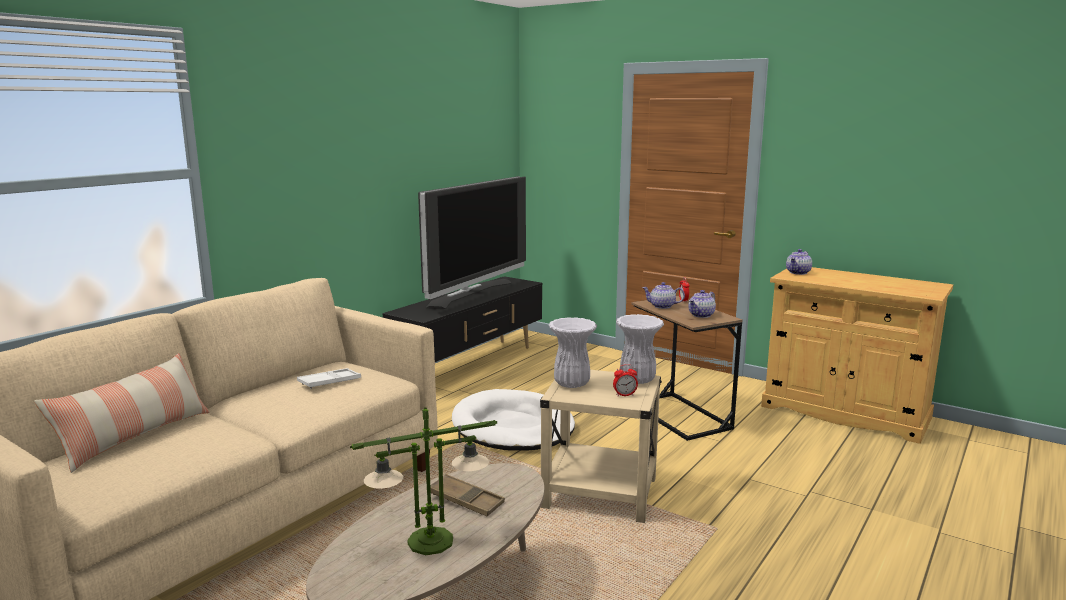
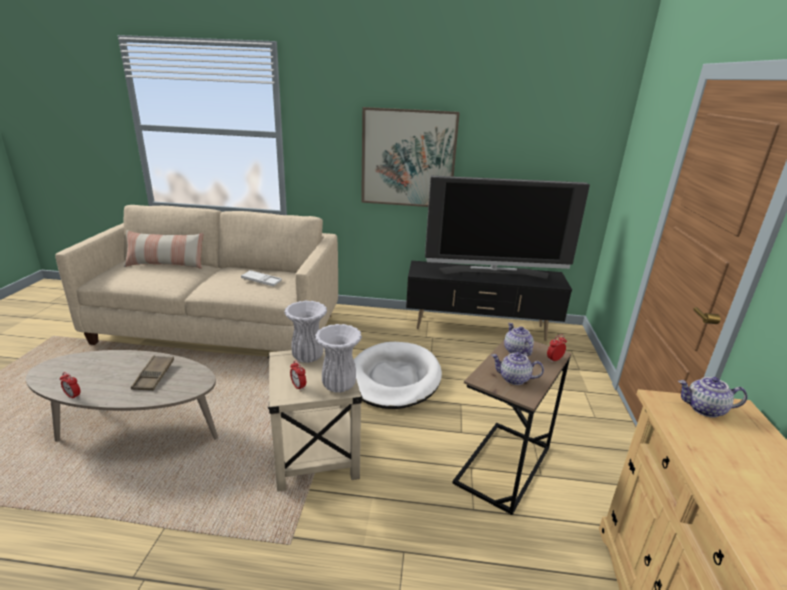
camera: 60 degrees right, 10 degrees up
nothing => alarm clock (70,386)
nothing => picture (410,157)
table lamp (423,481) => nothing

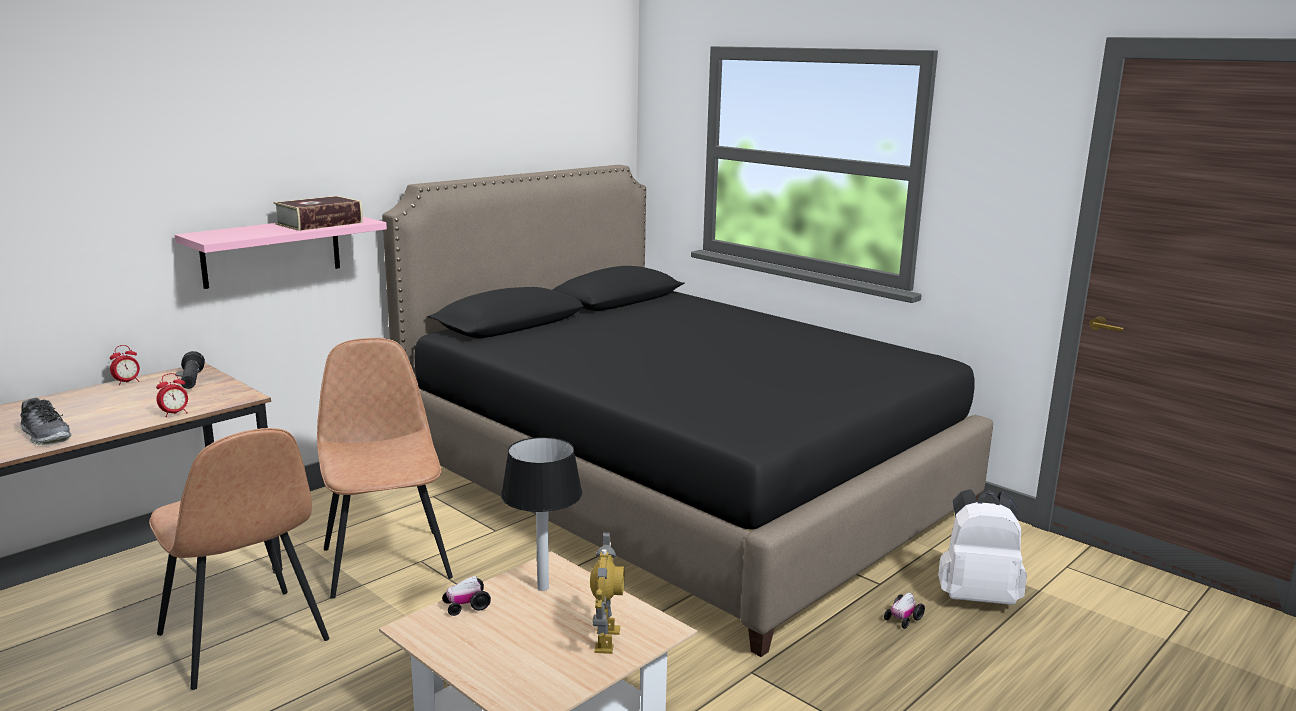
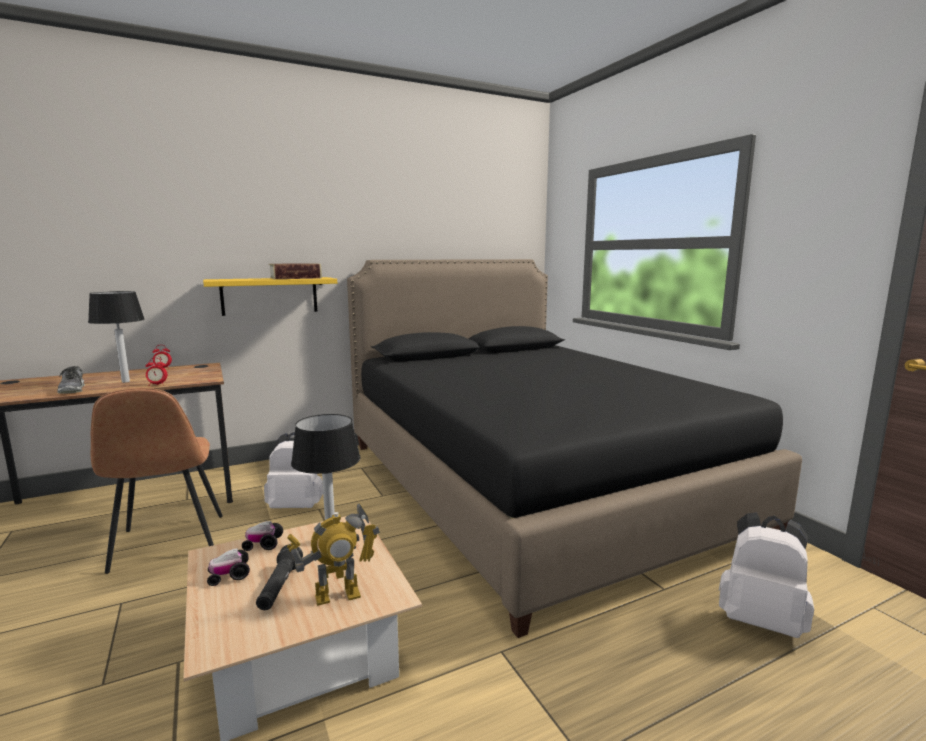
camera: 20 degrees right, 5 degrees down
nothing => table lamp (116,337)
pink shelf (281,253) => yellow shelf (270,296)
toy car (904,611) => toy car (228,567), move
black flashlight (193,370) => black flashlight (279,577), move
brown chair (385,468) => white backpack (293,470)
toy robot (607,593) => toy robot (333,554), 45 degrees clockwise

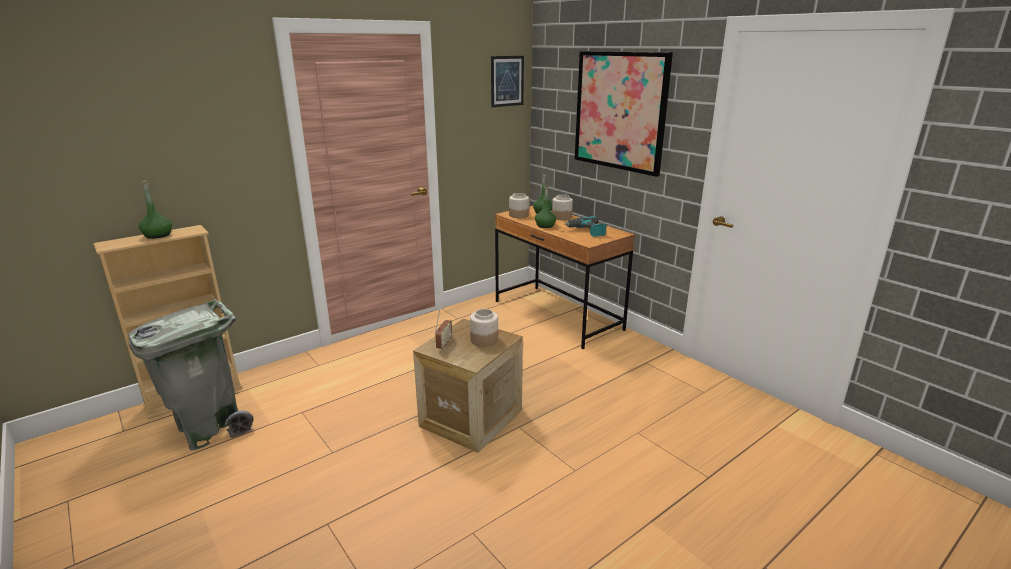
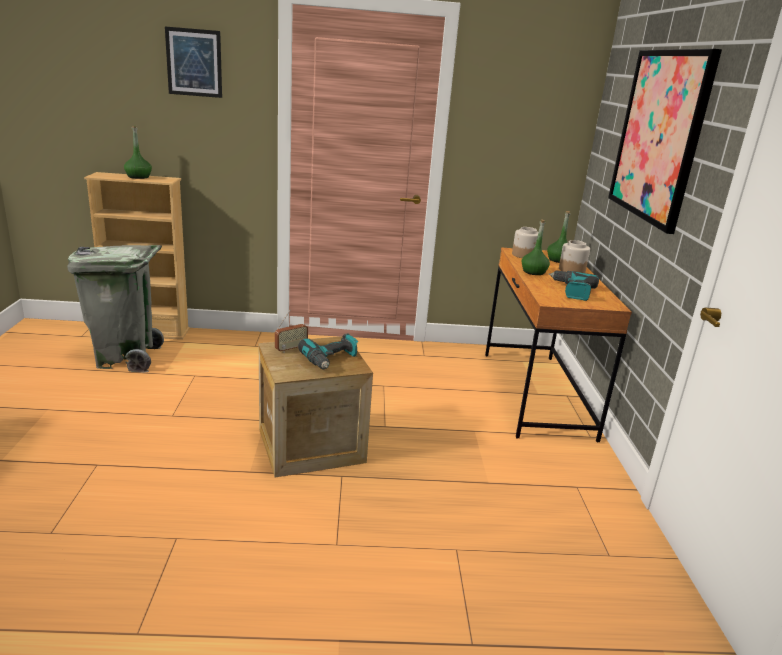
camera: 35 degrees right, 0 degrees up
picture (507,81) => picture (193,62), move
jar (484,327) => power drill (328,351)

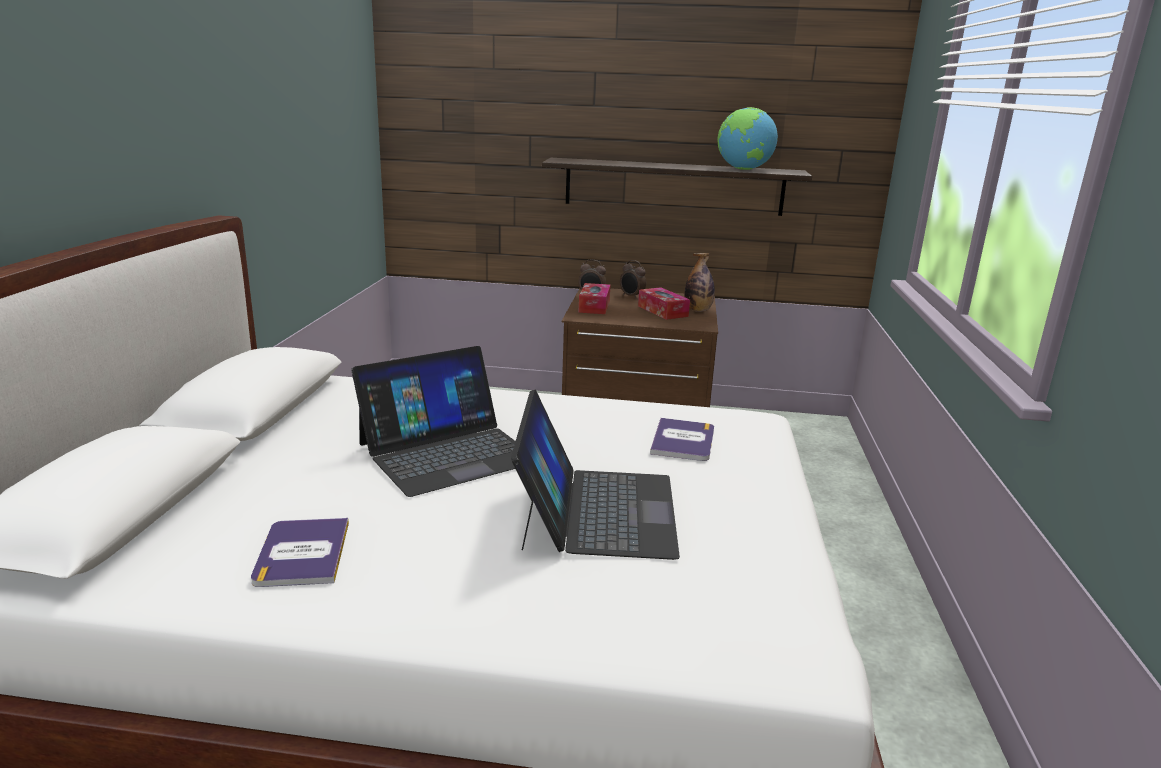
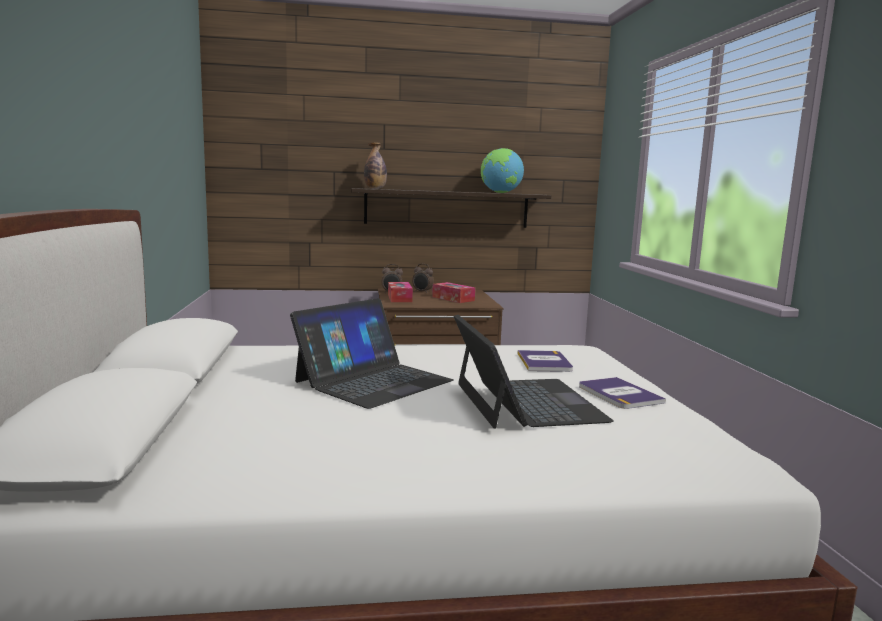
camera: 15 degrees left, 10 degrees down
bottle (700,282) => bottle (375,166), move
book (300,552) => book (622,393), move

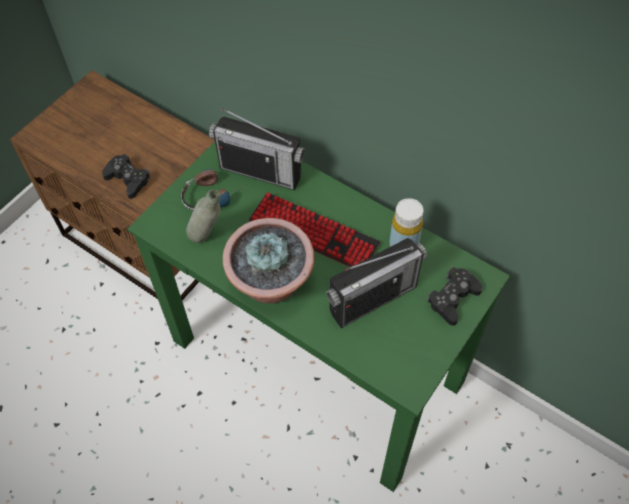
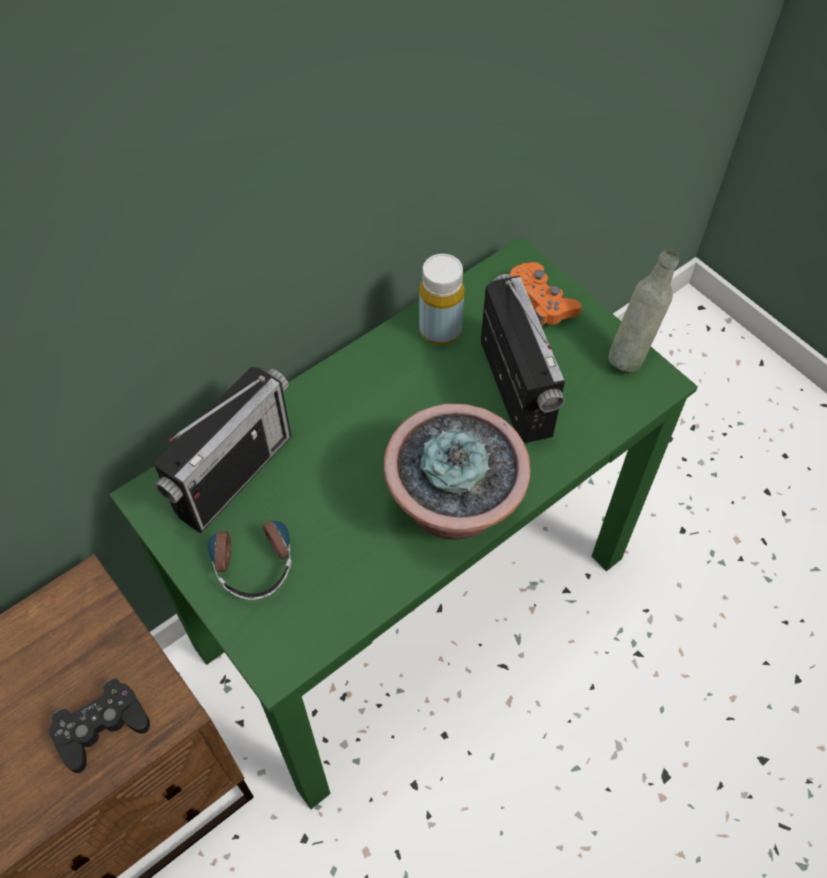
camera: 75 degrees left, 0 degrees up
black game controller (454,296) => orange game controller (545,294)
grey bottle (203,216) => grey bottle (643,310), move
keyboard (314,229) => nothing

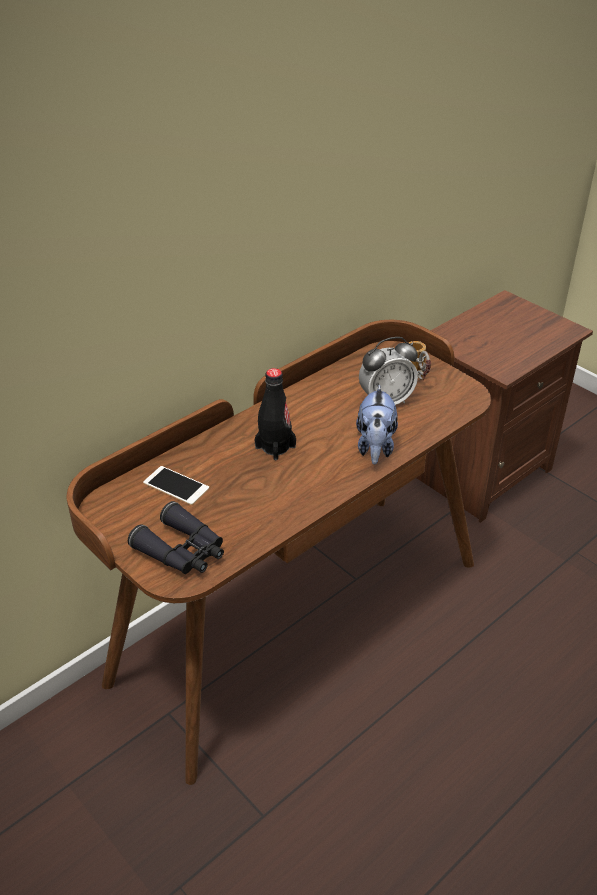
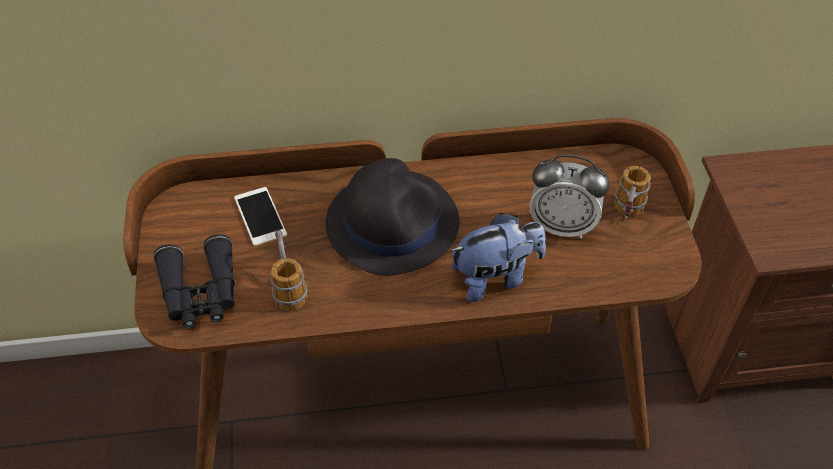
camera: 35 degrees right, 10 degrees up
nothing => mug (288,270)
black bottle (275,414) => black hat (392,217)
plush toy (377,425) => plush toy (498,257), 150 degrees counterclockwise

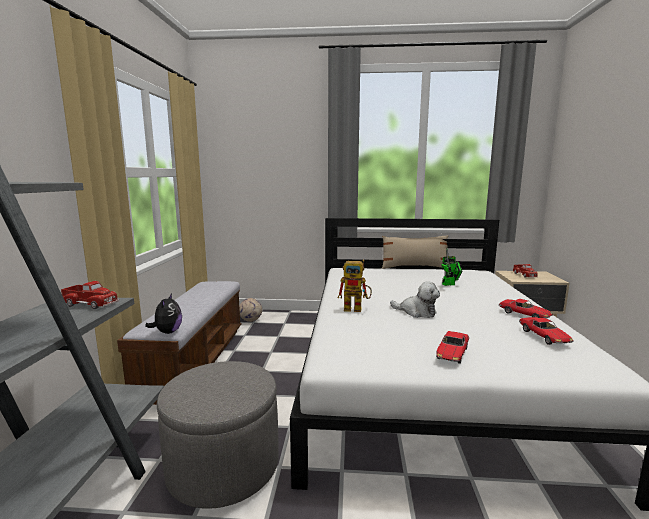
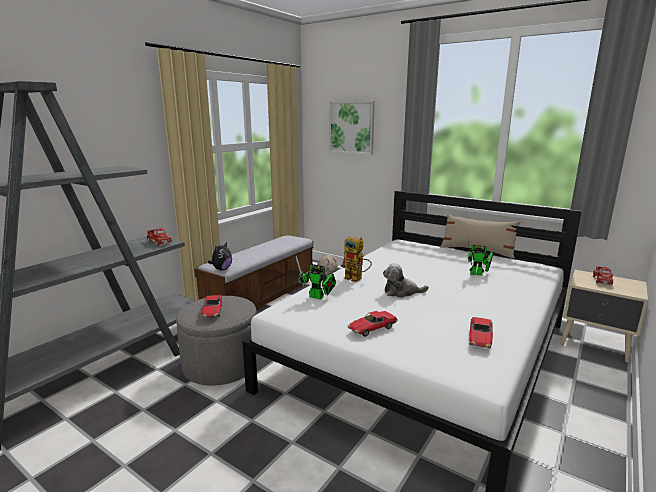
camera: 30 degrees right, 5 degrees up
toy car (526,308) => toy car (212,306), move
nothing => toy robot (316,278)
nothing => picture (352,128)
plush toy (415,299) => plush toy (406,280), 120 degrees clockwise

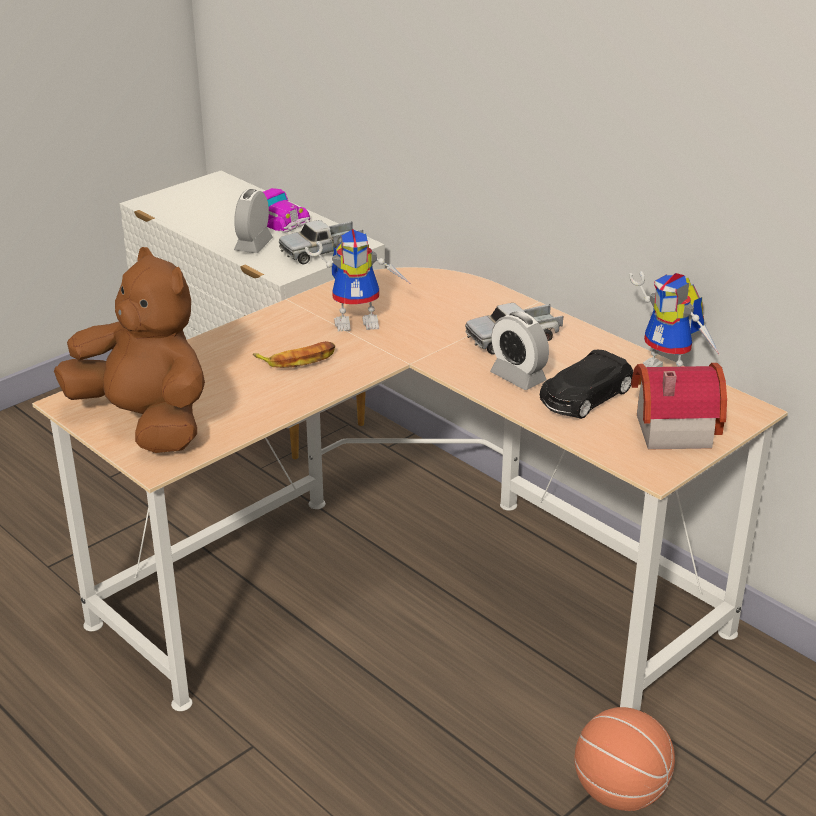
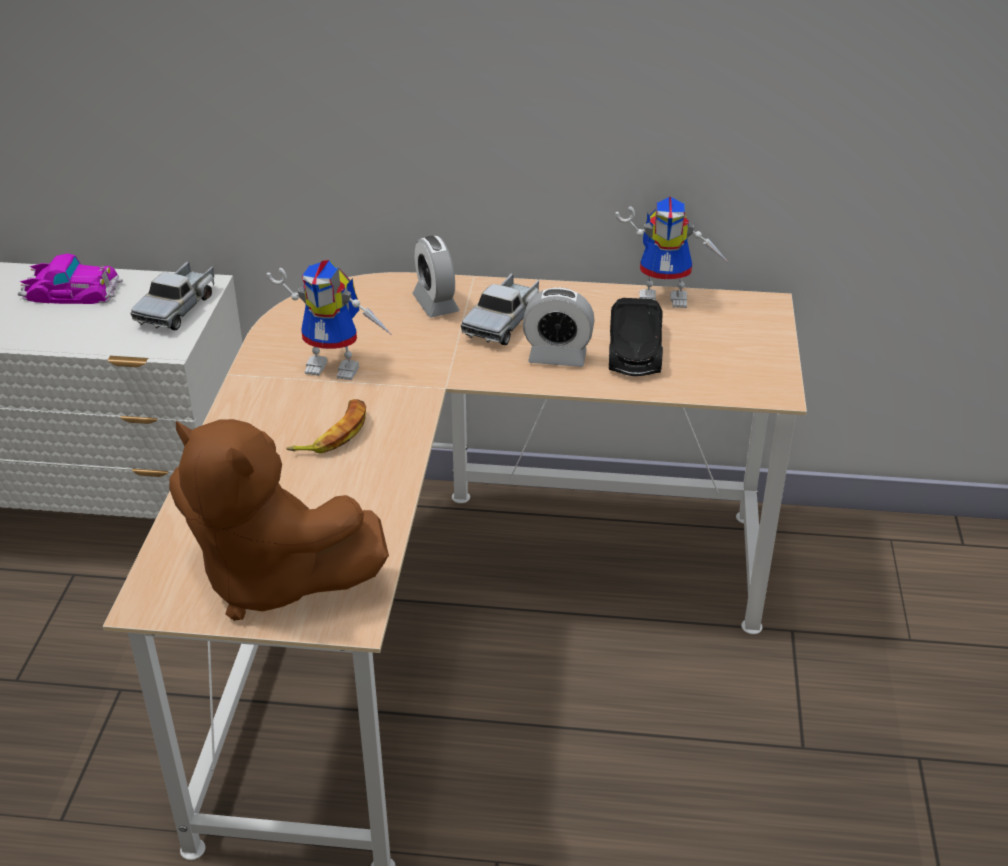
camera: 40 degrees left, 5 degrees up
brown plush toy (129,350) => brown plush toy (279,520), 150 degrees counterclockwise
toy robot (358,280) => toy robot (330,320), 60 degrees clockwise
alarm clock (253,221) => alarm clock (436,277), move
basketball (625,759) => nothing
toy house (679,406) => nothing

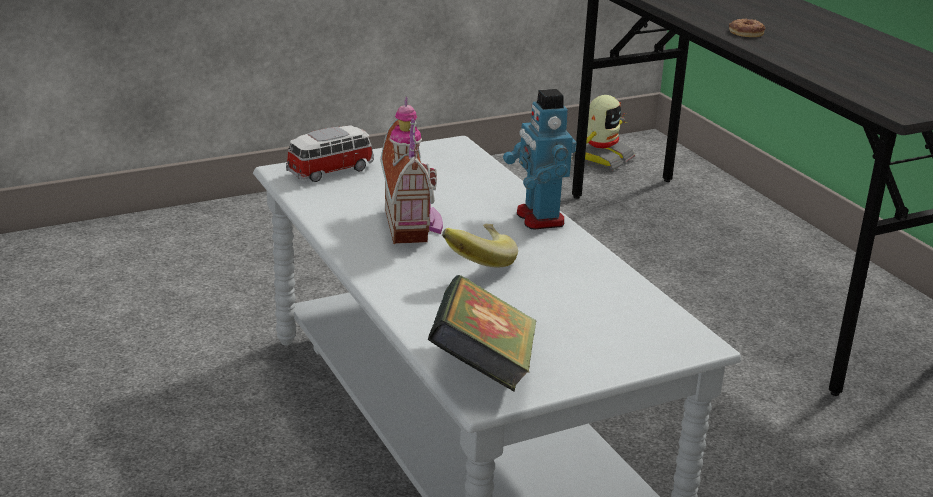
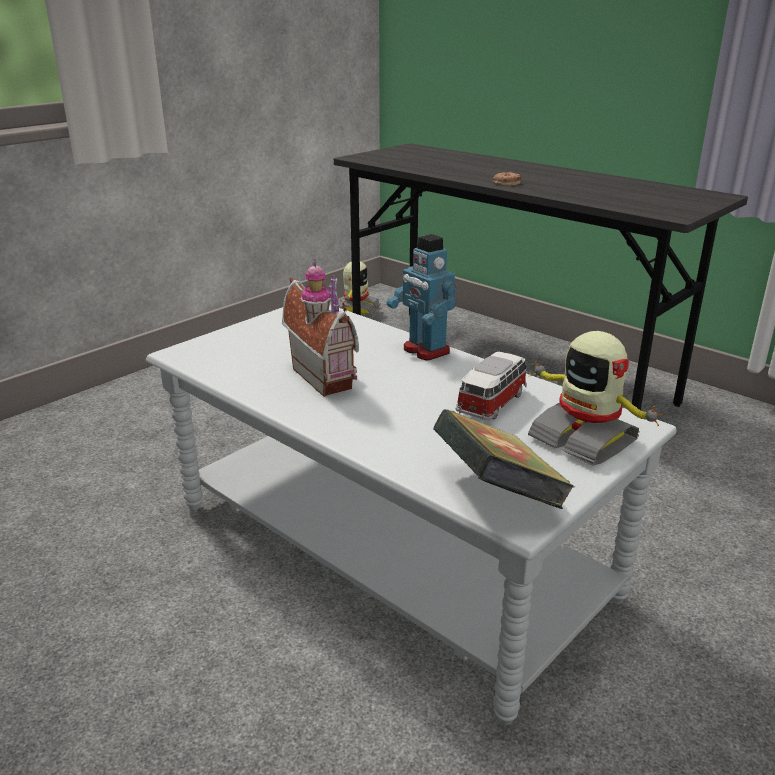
camera: 20 degrees left, 0 degrees up
toy car (330,154) => toy car (492,386), move
nothing => toy robot (596,398)
banana (480,246) => nothing

